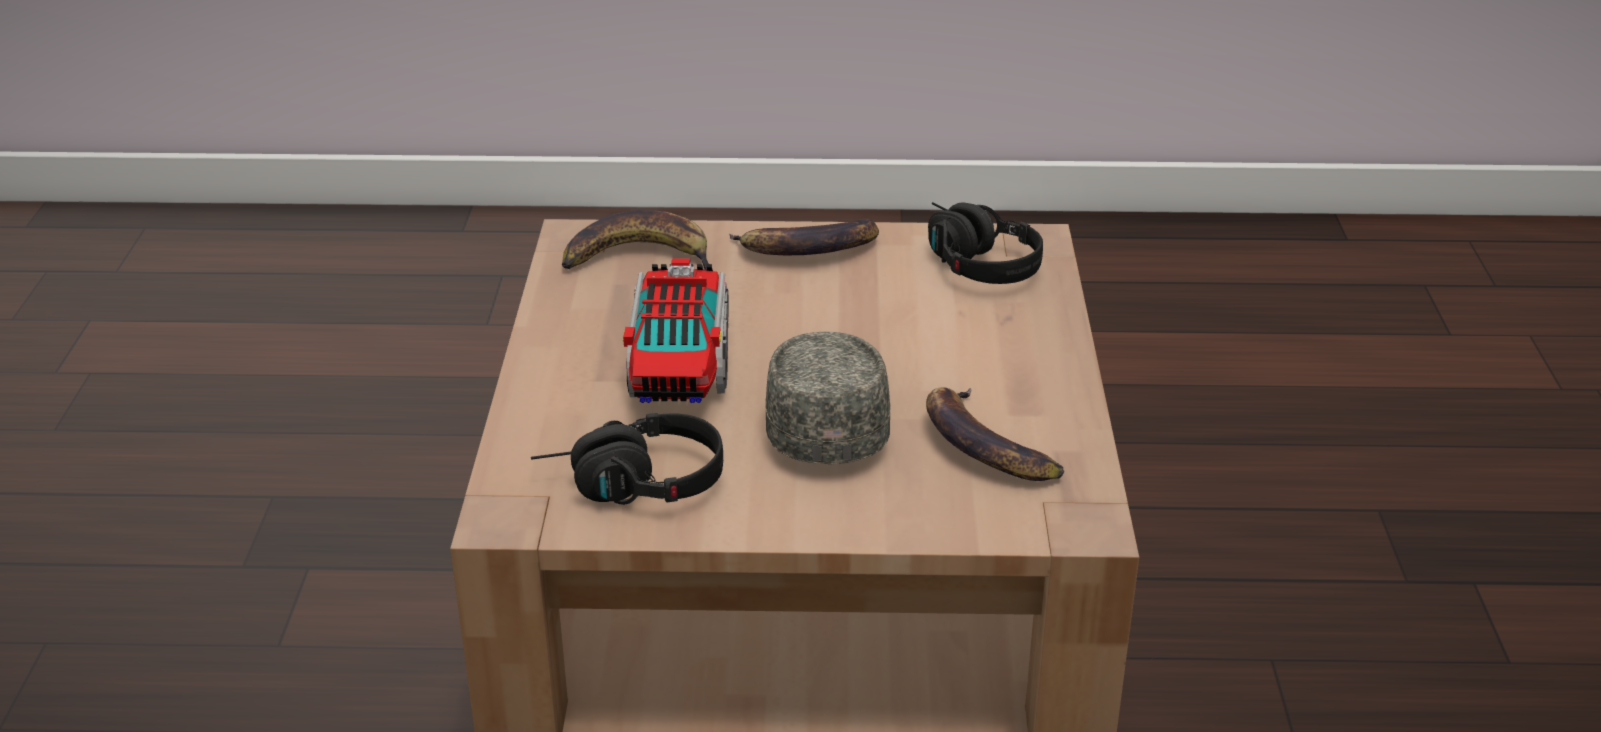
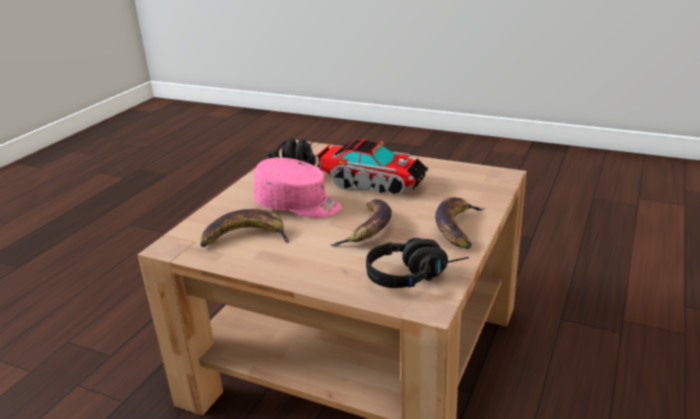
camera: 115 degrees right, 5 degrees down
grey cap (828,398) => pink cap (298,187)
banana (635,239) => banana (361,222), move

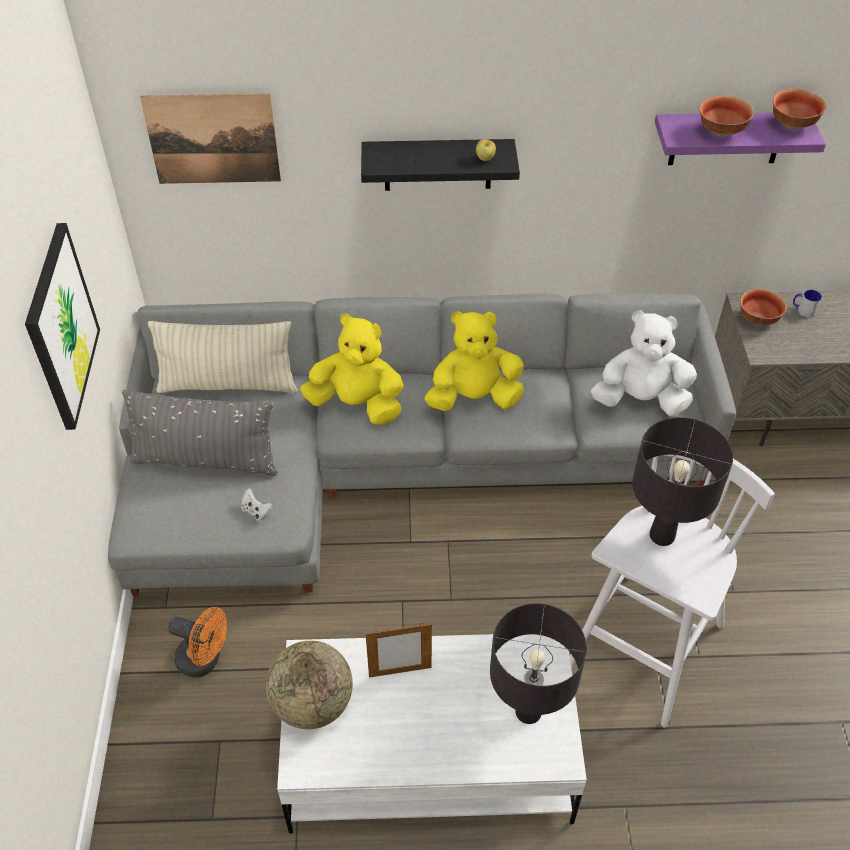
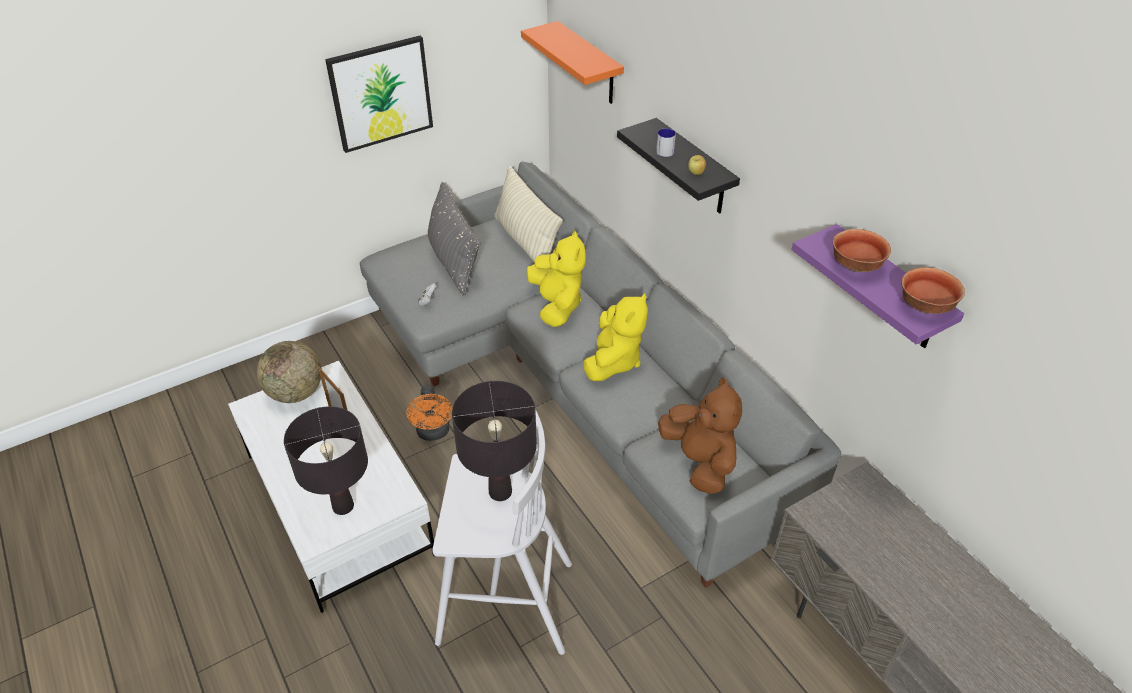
camera: 60 degrees right, 5 degrees down
orange fan (197,642) => orange fan (429,413), move
picture (210,138) => orange shelf (572,62)
yellow plush toy (474,361) => yellow plush toy (615,337), 60 degrees clockwise
mug (807,304) => mug (666,142), move
white plush toy (644,363) => brown plush toy (700,435)
bowl (763,307) => nothing

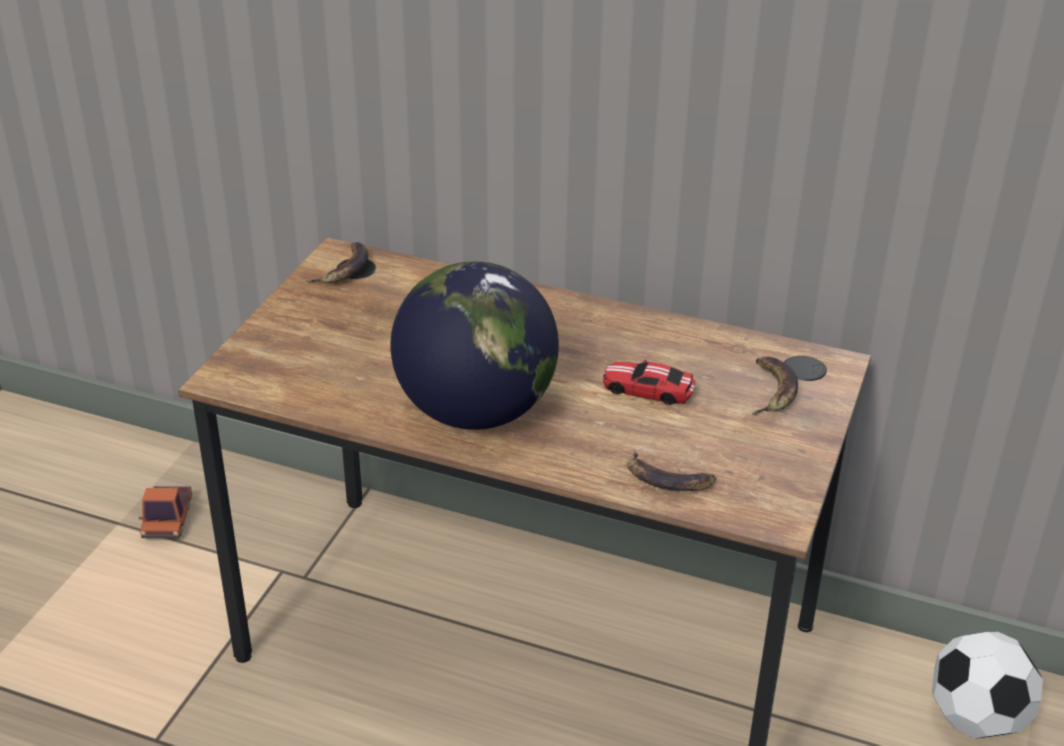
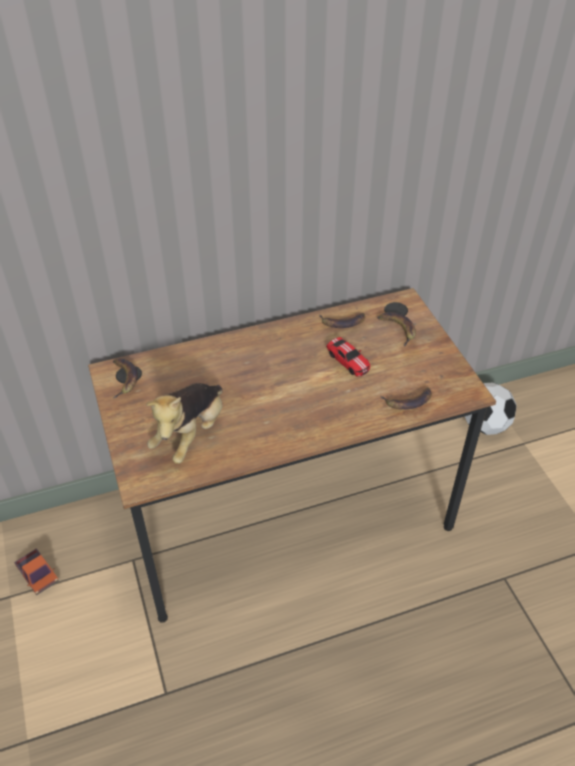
camera: 40 degrees left, 10 degrees up
nothing => plush toy (184,423)
nothing => banana (342,320)
toy car (649,382) => toy car (348,357), 105 degrees counterclockwise
globe (475,345) => nothing

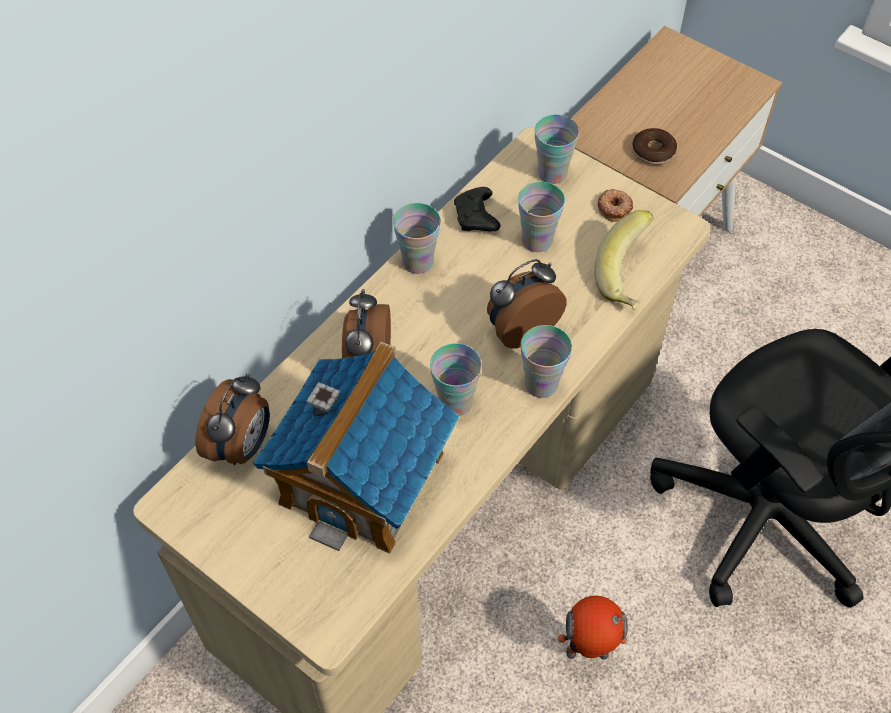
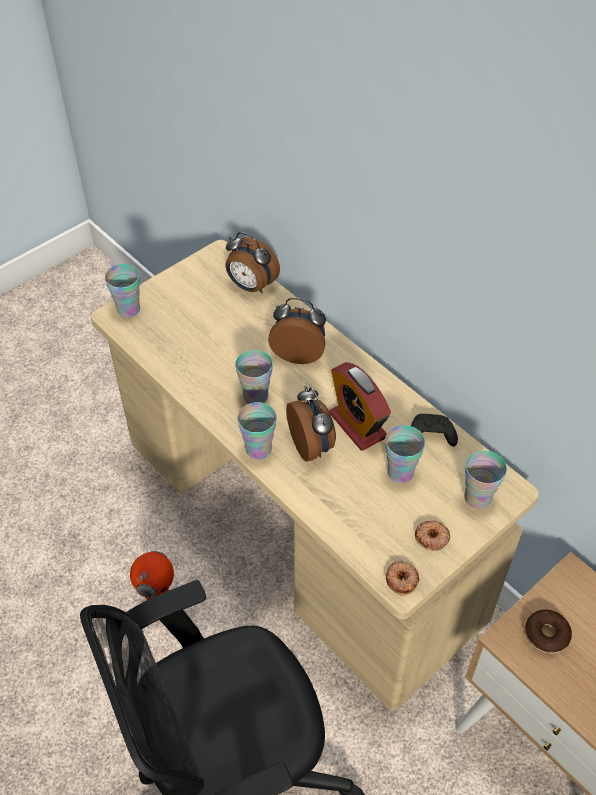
camera: 100 degrees right, 5 degrees down
cup (417,238) => cup (122,291), move
nothing => alarm clock (360,406)
nothing => donut (402,578)
toy house (356,447) => nothing
banana (624,260) => nothing

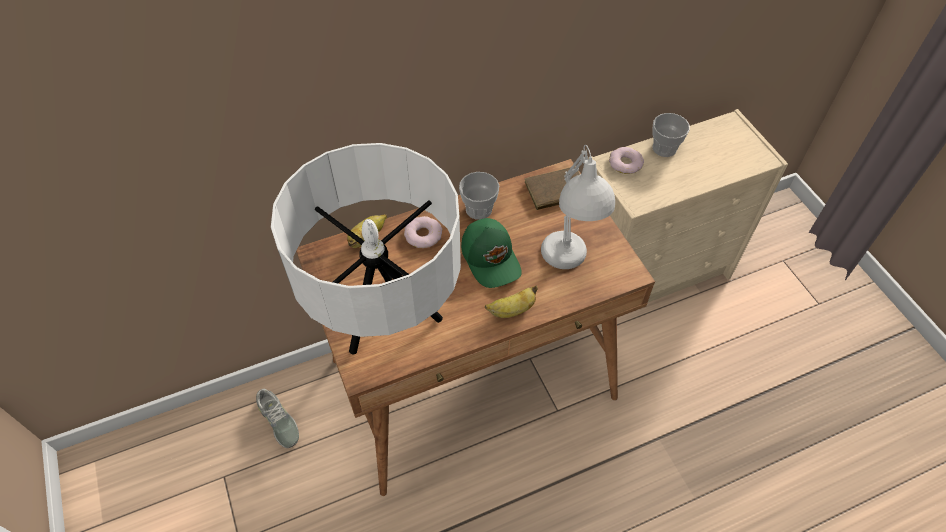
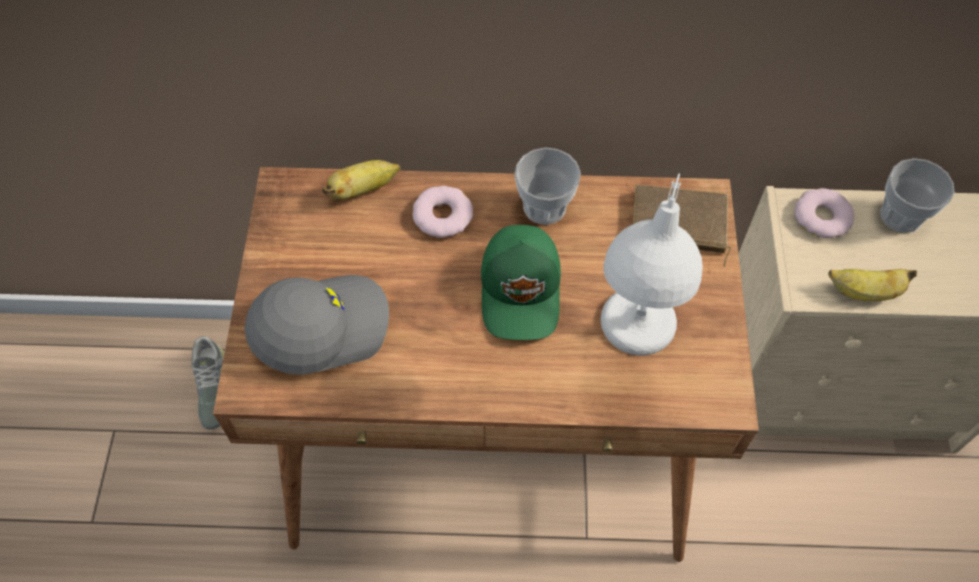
camera: 25 degrees right, 5 degrees up
white table lamp (366,248) => grey cap (316,325)
banana (511,302) => banana (872,285), move

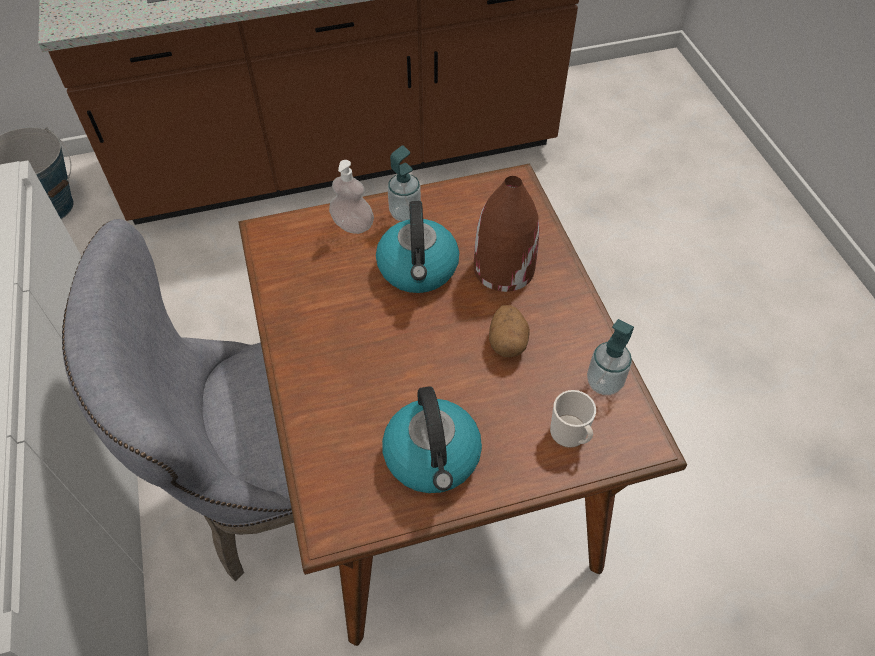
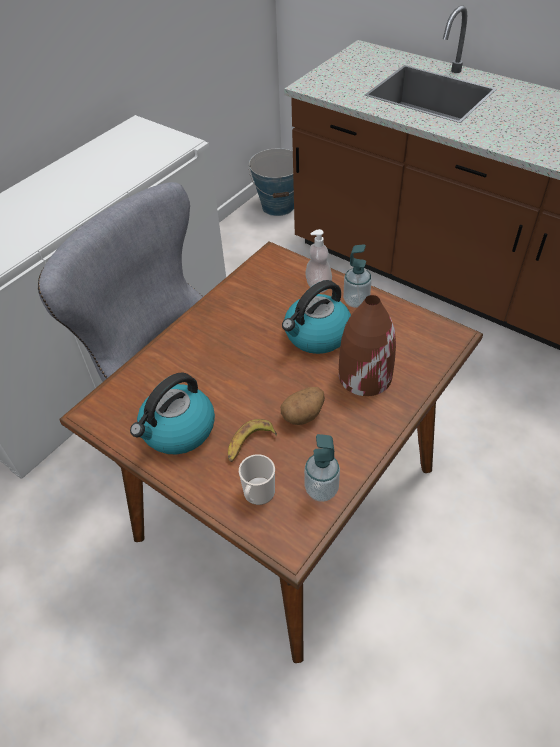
camera: 55 degrees right, 5 degrees down
nothing => banana (252,440)

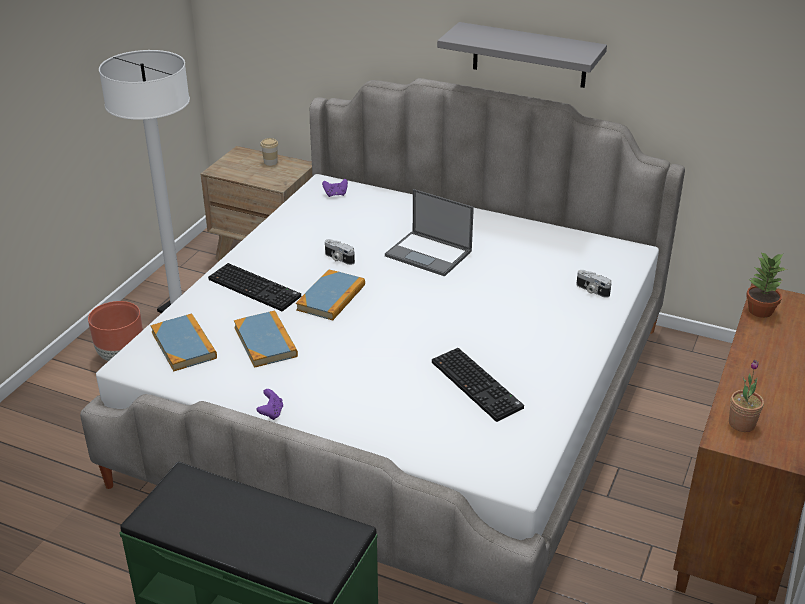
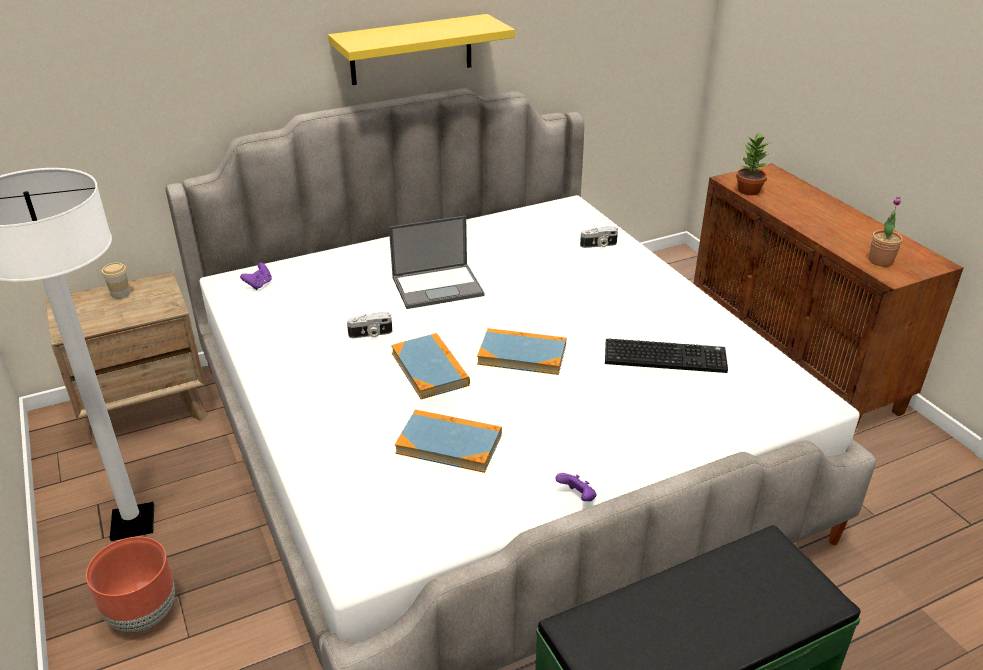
camera: 50 degrees left, 0 degrees up
grey shelf (522,55) => yellow shelf (421,49)
book (183,342) => book (521,351), move
keyboard (254,287) => nothing

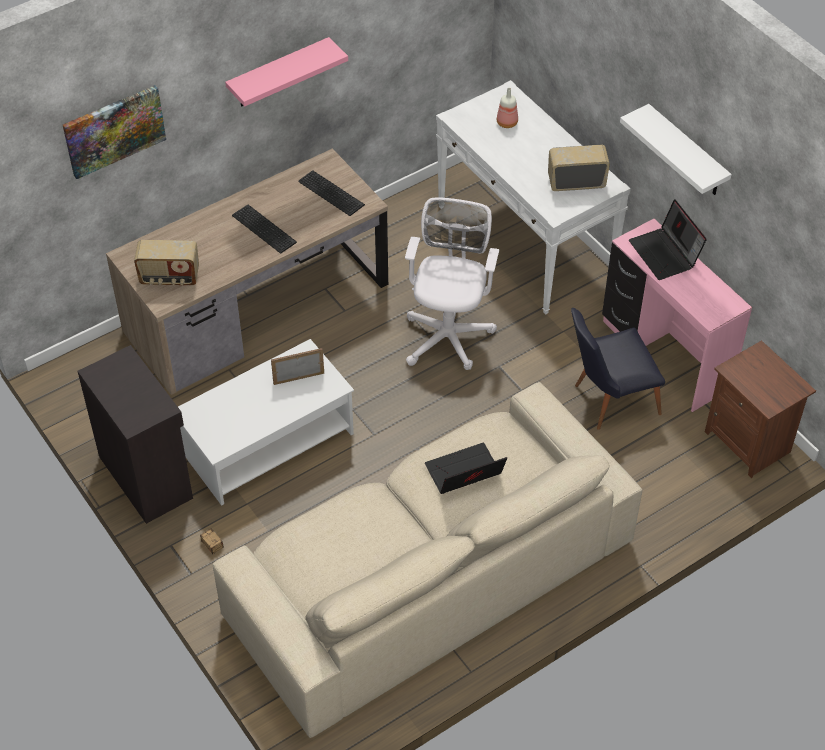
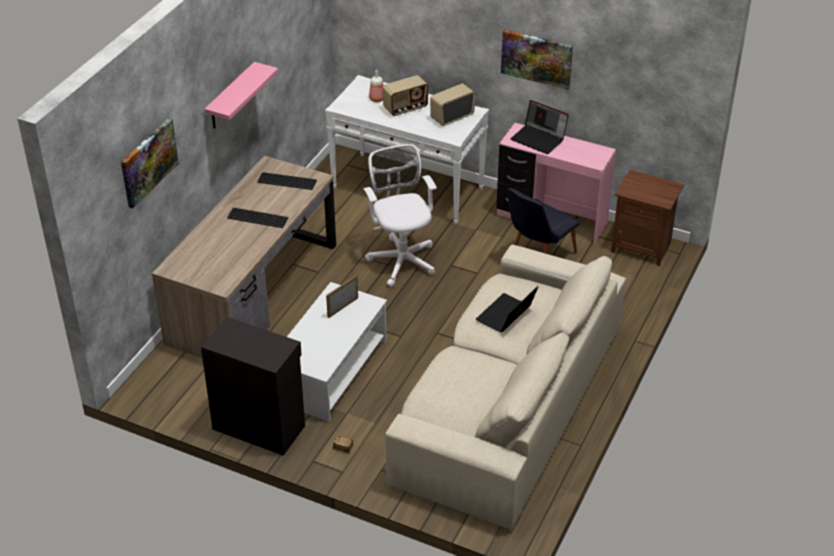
camera: 30 degrees left, 10 degrees down
radio (166,263) => radio (405,95), move
white shelf (676,149) => picture (537,59)

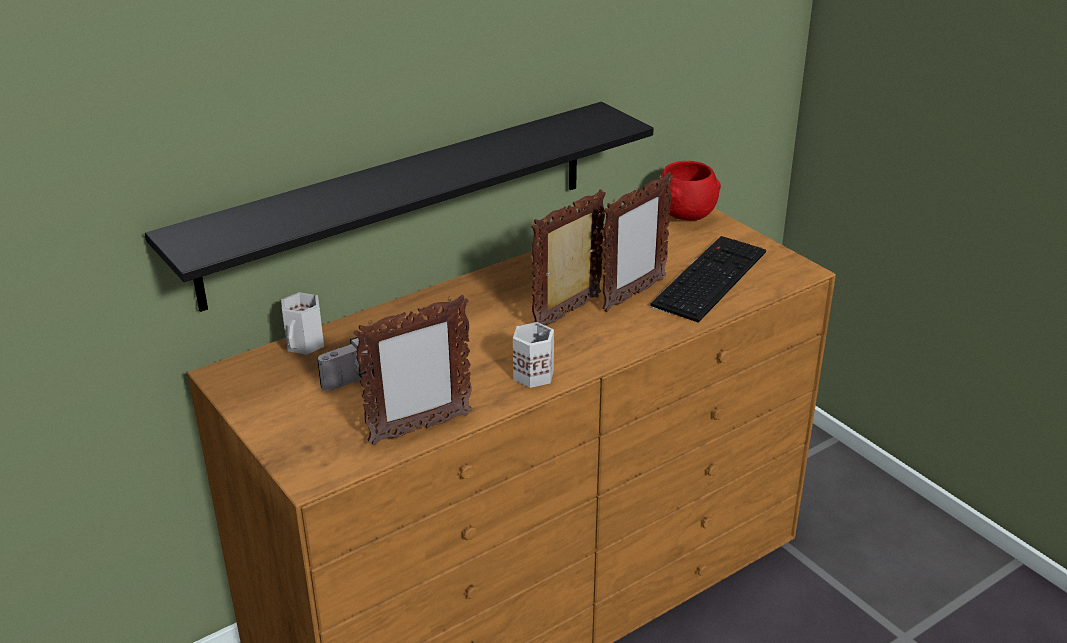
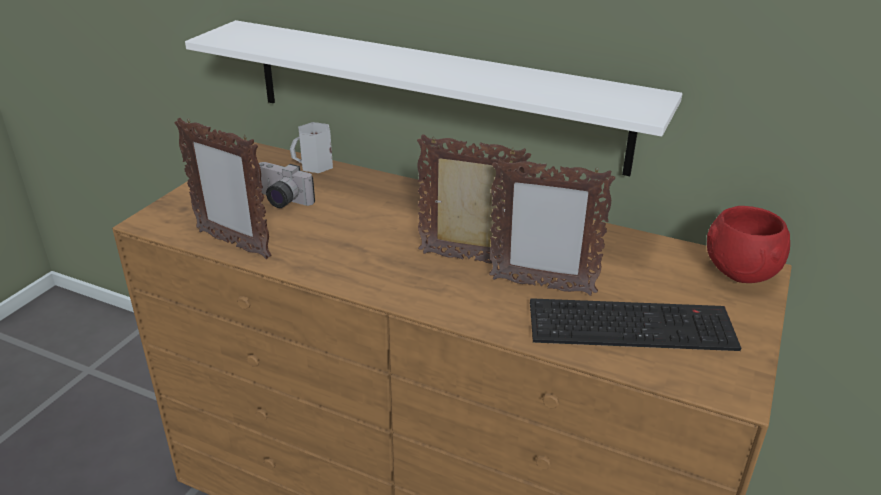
camera: 60 degrees right, 0 degrees up
black shelf (399,207) => white shelf (433,98)
white mug (533,355) => nothing

